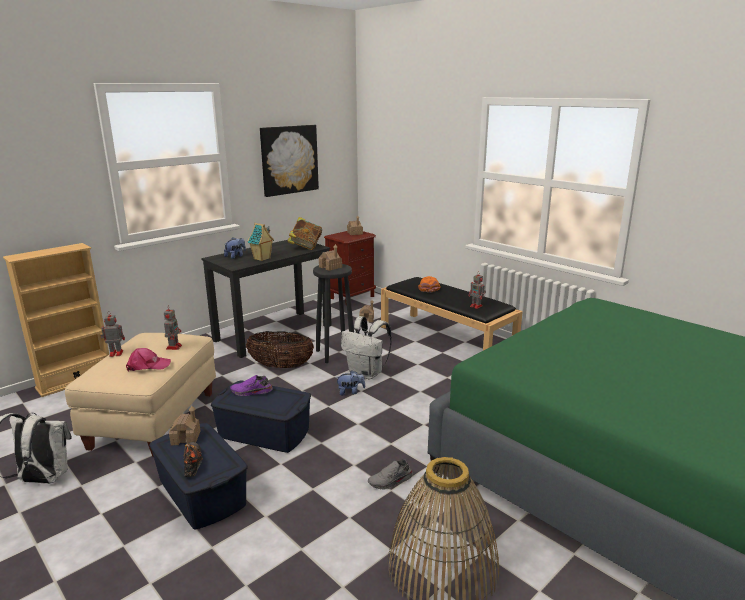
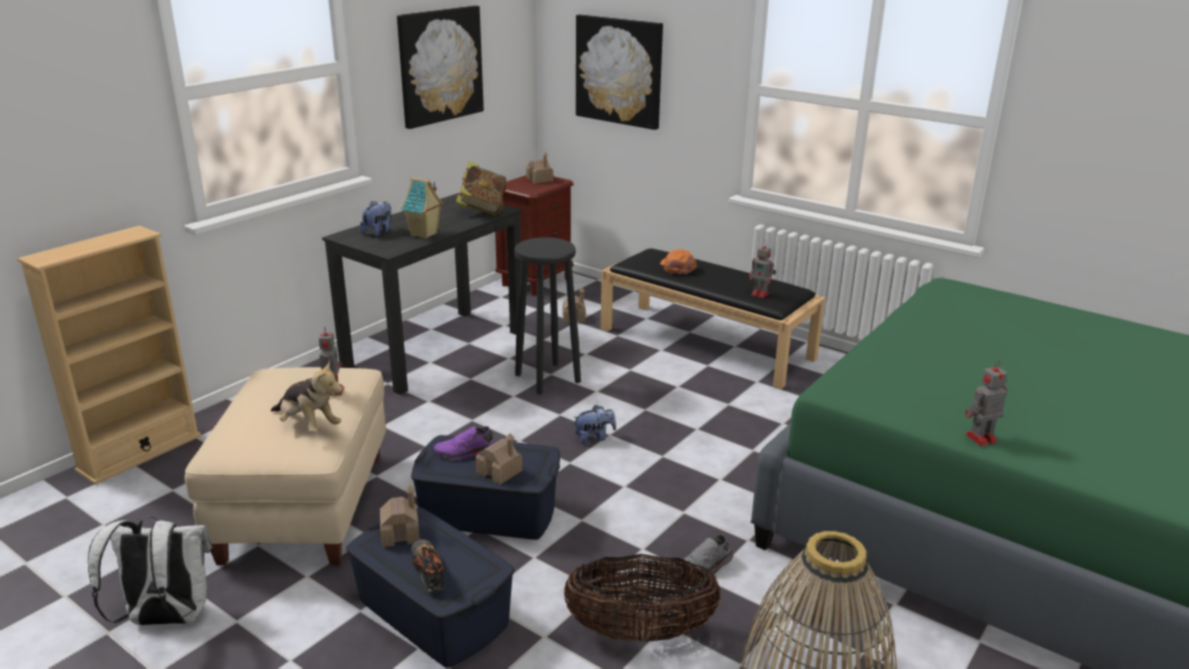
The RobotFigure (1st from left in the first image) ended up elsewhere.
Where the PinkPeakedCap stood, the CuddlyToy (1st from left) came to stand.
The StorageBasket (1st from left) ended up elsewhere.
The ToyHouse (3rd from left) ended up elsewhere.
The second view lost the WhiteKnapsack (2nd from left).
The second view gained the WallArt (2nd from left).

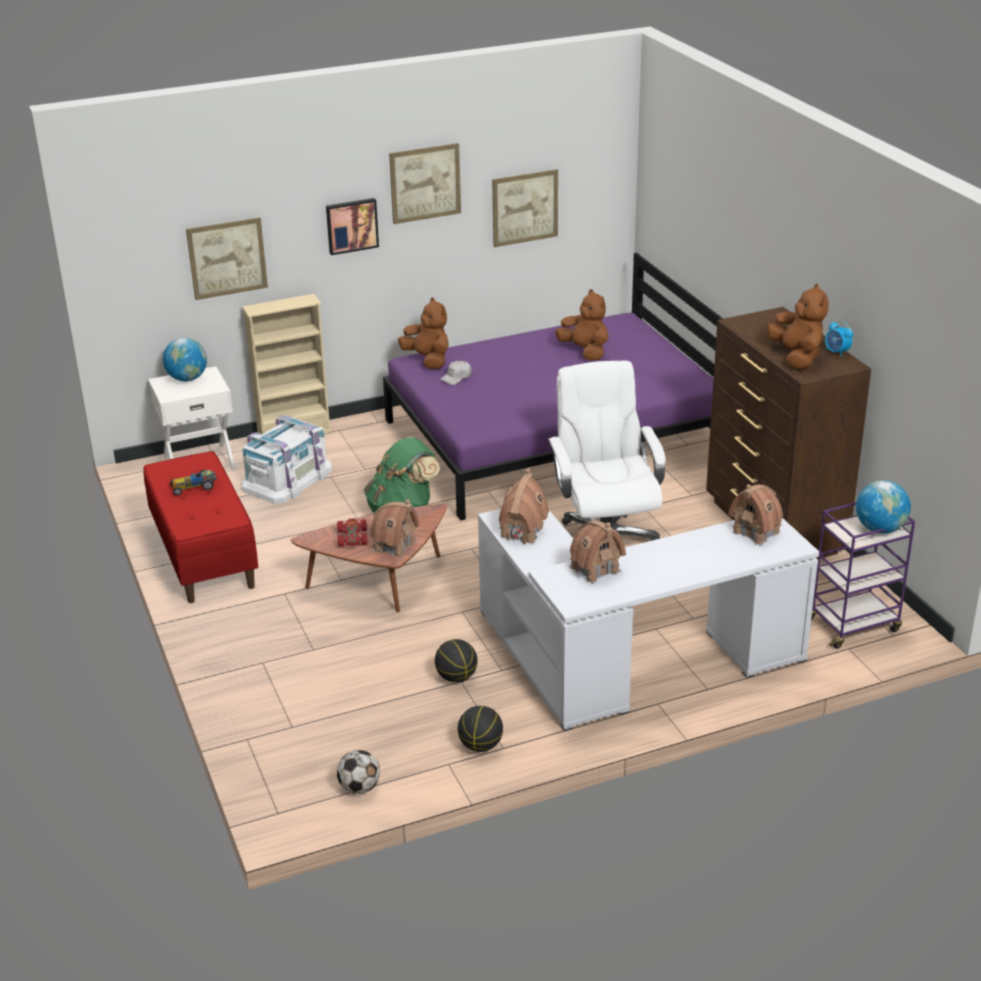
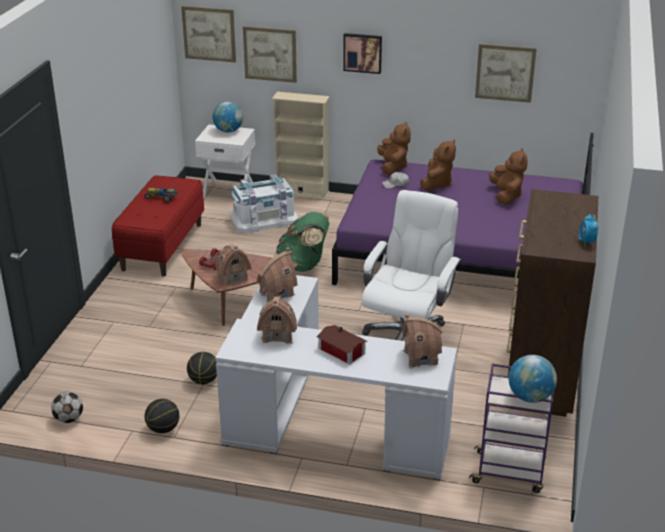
The WallArt (3rd from left in the first image) ended up elsewhere.
The BrownCuddlyToy (3rd from left in the first image) ended up elsewhere.
The second view gained the ToyHouse (4th from left).

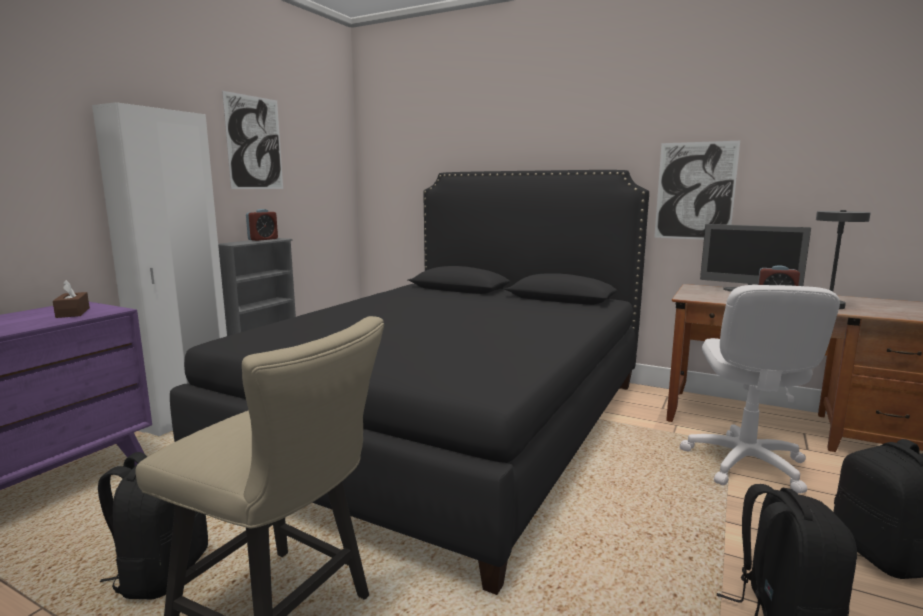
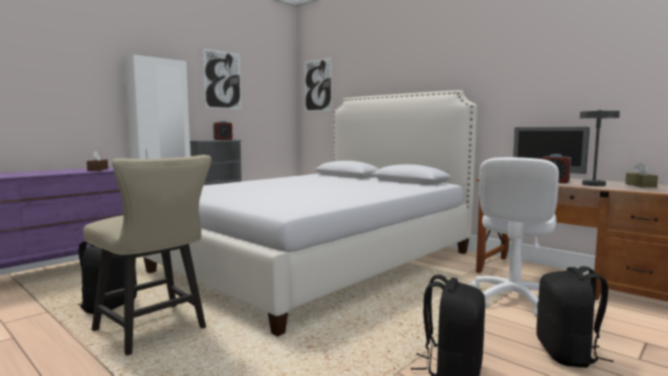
What was the BlackColouredBedroomBed turned into the WhiteBedroomBed.
The WallArt (2nd from left) ended up elsewhere.
The second view gained the BrownBoxOfTissues (2nd from left).

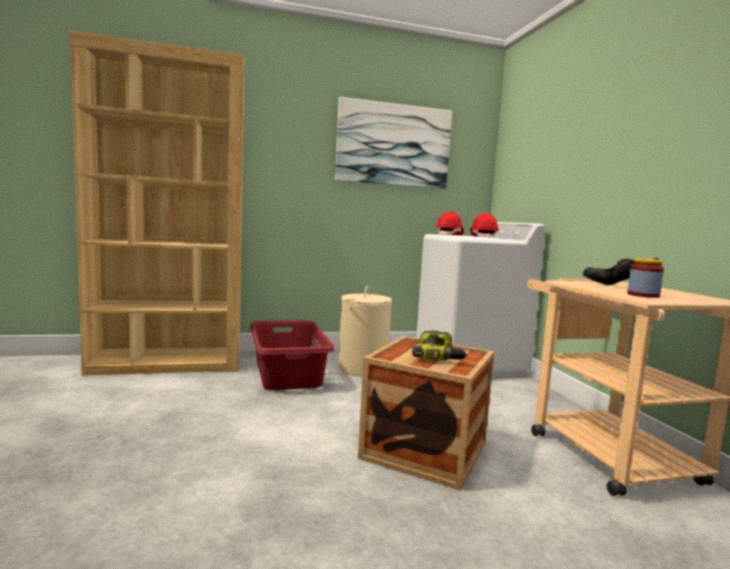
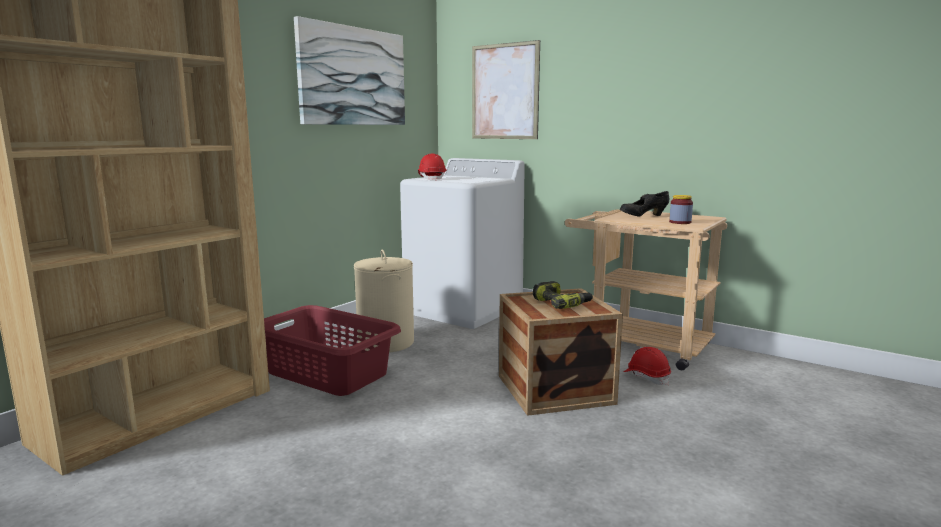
The ReddishWorkHelmet (2nd from left) ended up elsewhere.
The second view gained the WallArt (2nd from left).

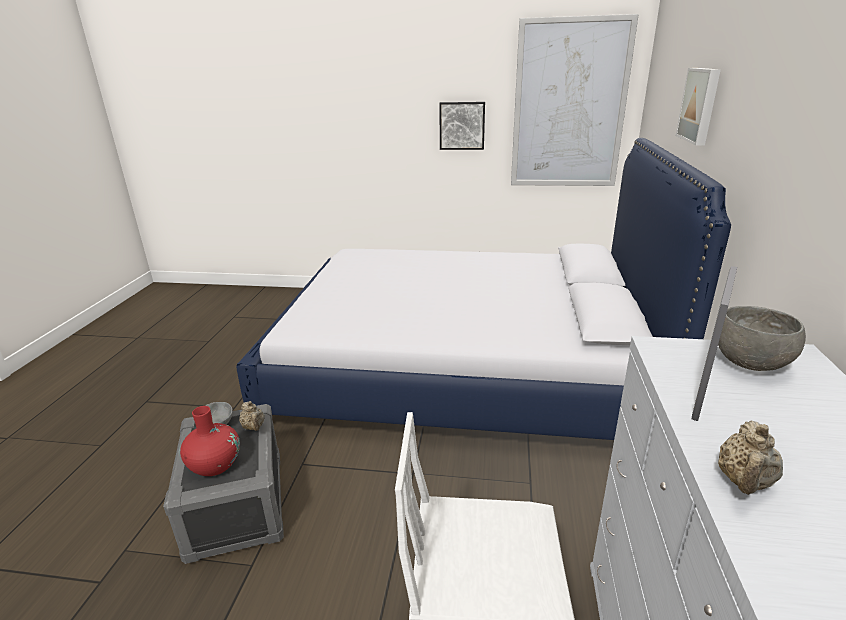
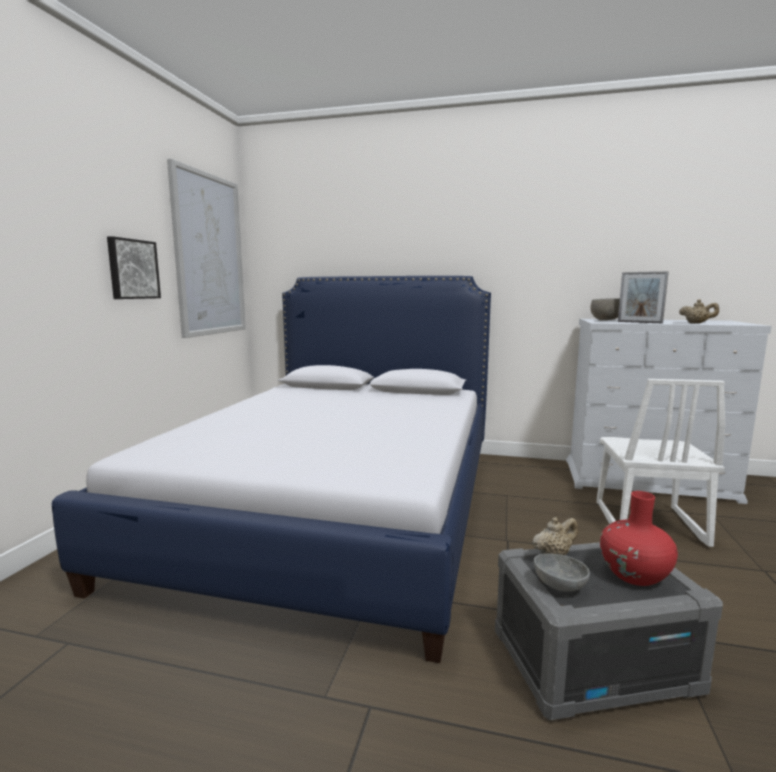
The second view lost the WallArt (3rd from left).

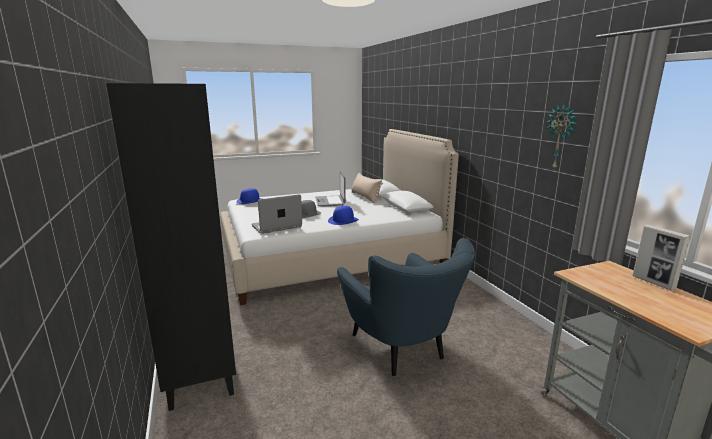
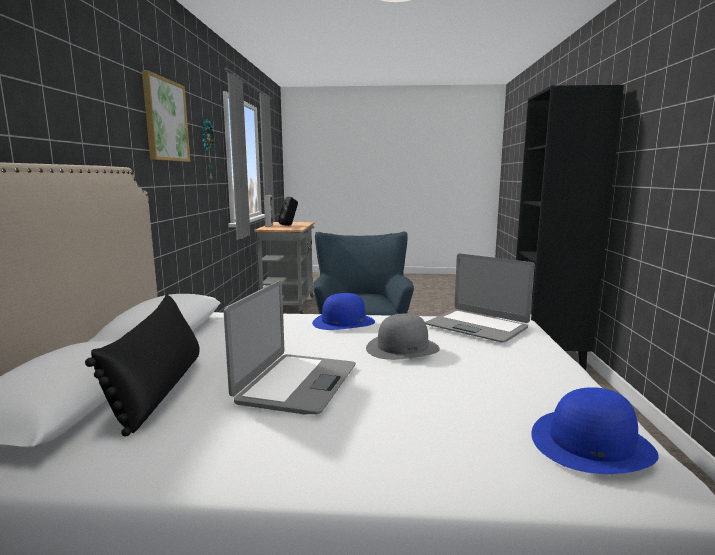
The Laptop (1st from left in the first image) ended up facing another way, 45 degrees clockwise from before.
What was the BeigePillow turned into the BlackColouredPillow.
The second view gained the WallArt.
The second view gained the BlackColouredLoudspeaker.

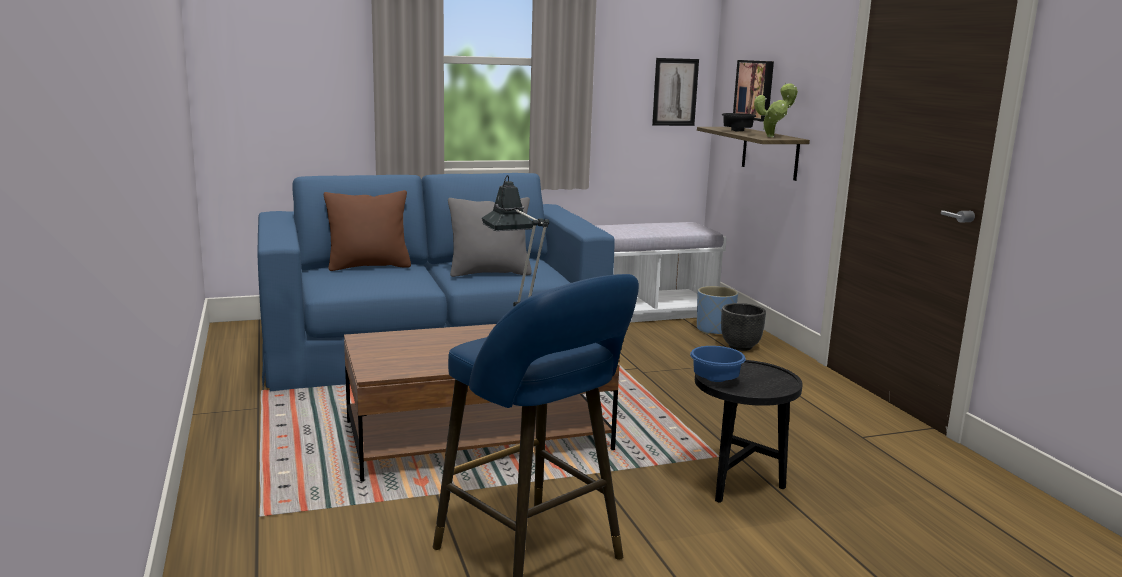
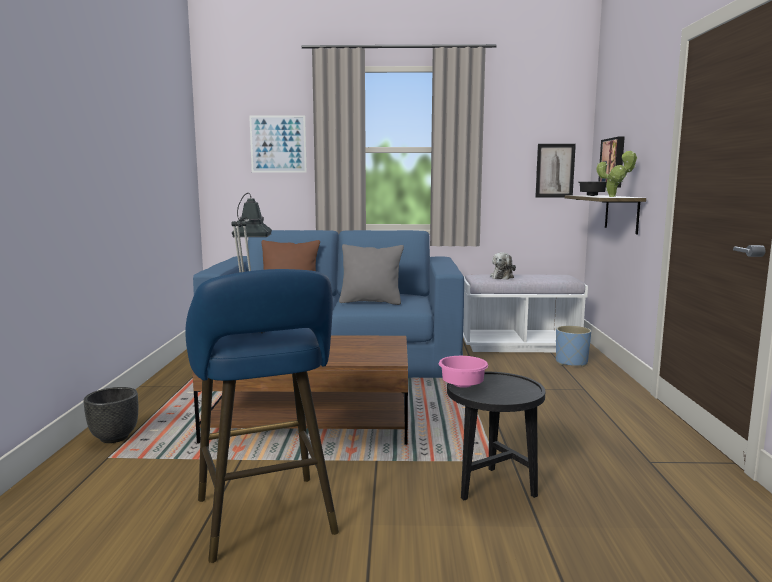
What was the BluishBowl turned into the PinkBowl.
The BlackColouredPlanter ended up elsewhere.
The second view gained the WallArt (1st from left).
The second view gained the CuddlyToy.

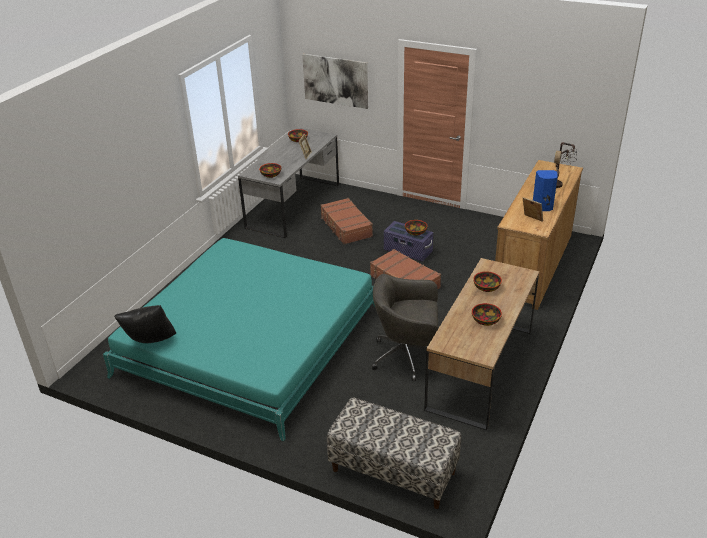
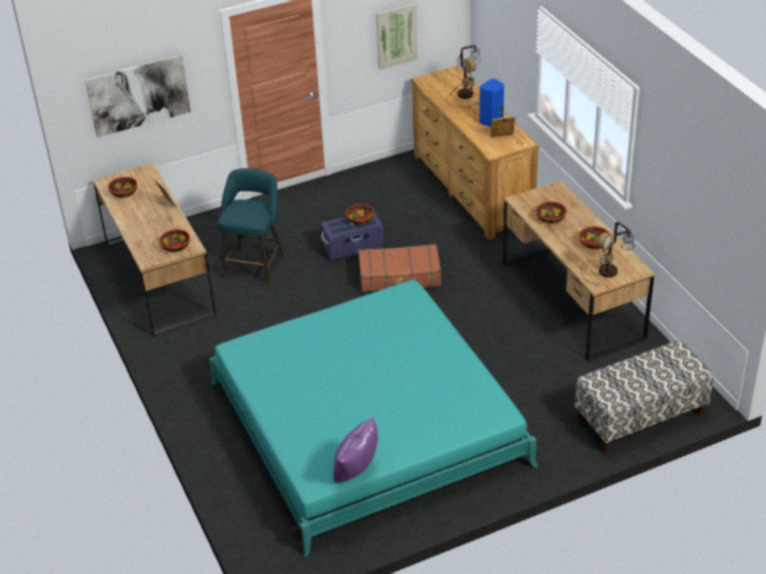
What was the BlackColouredPillow turned into the PurplePillow.
What was the GreyDeskUnit turned into the BrownDeskUnit (1st from left).
Where the BrownTravelCase (1st from left) stood, the TurquoiseColouredSittingStool came to stand.
The second view lost the GreyComputerChair.
The second view gained the WallArt (2nd from left).
The second view gained the TabletopLamp (2nd from left).

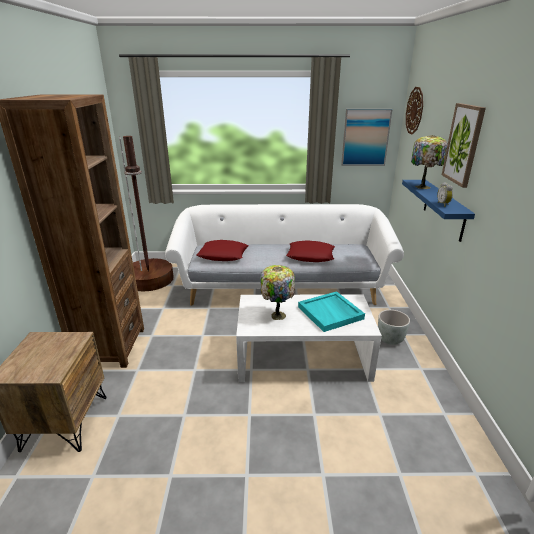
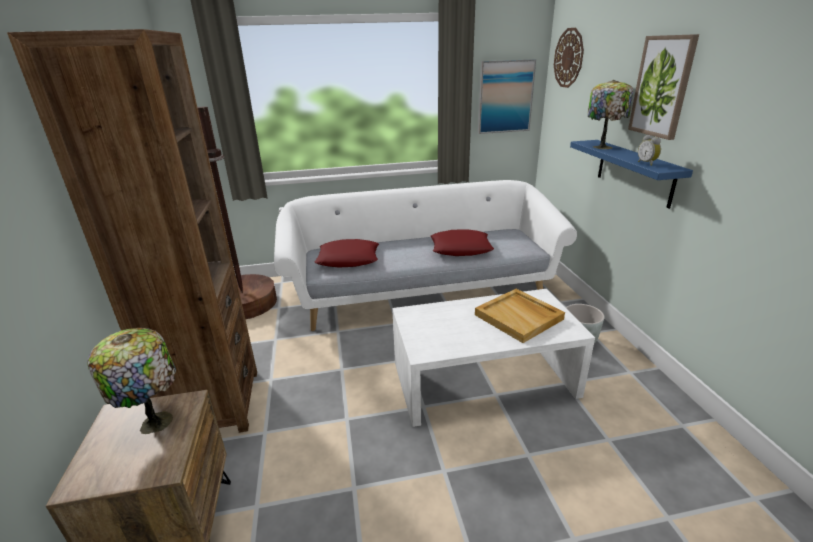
The TabletopLamp (1st from left) ended up elsewhere.
What was the TurquoiseColouredServingTray turned into the BeigeServingTray.

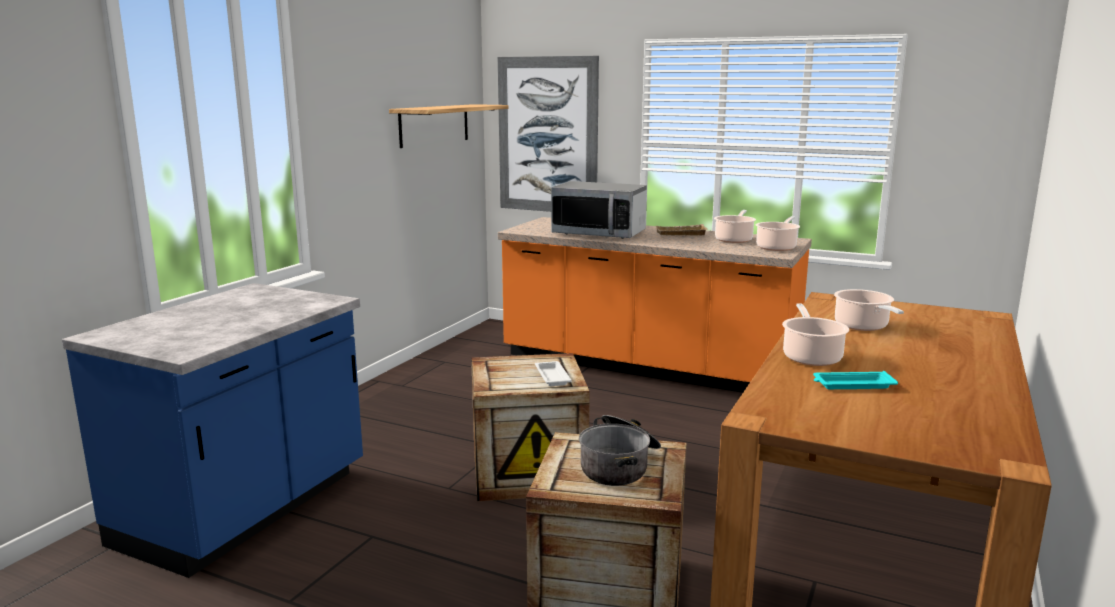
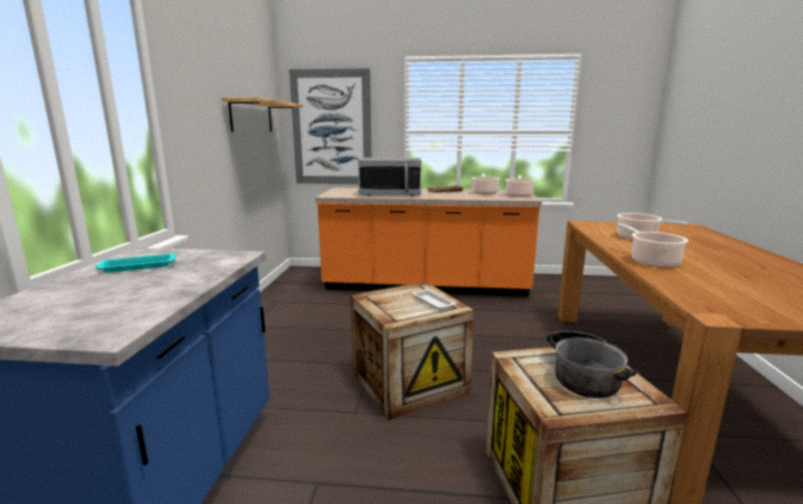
The TurquoiseColouredServingTray ended up elsewhere.

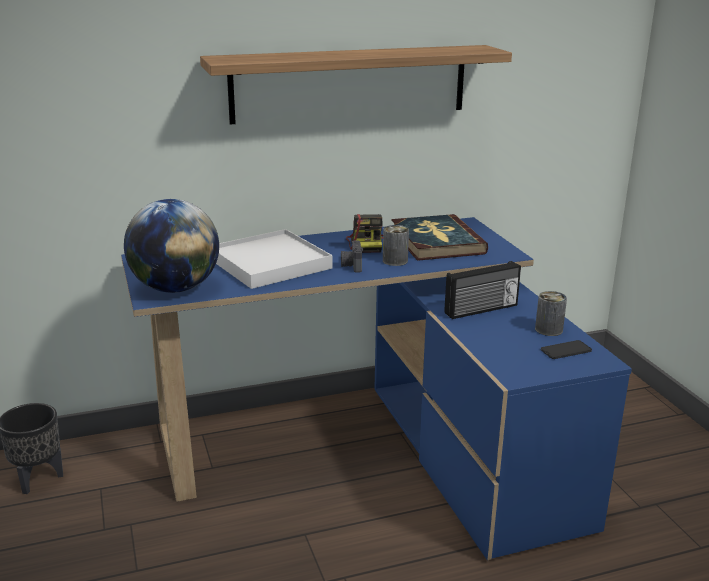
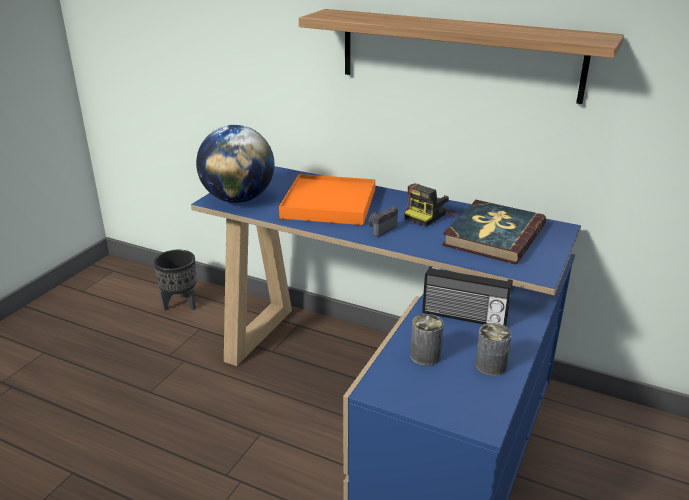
What was the WhiteServingTray turned into the OrangeServingTray.
The Can (1st from left) ended up elsewhere.
The second view lost the Telephone.

